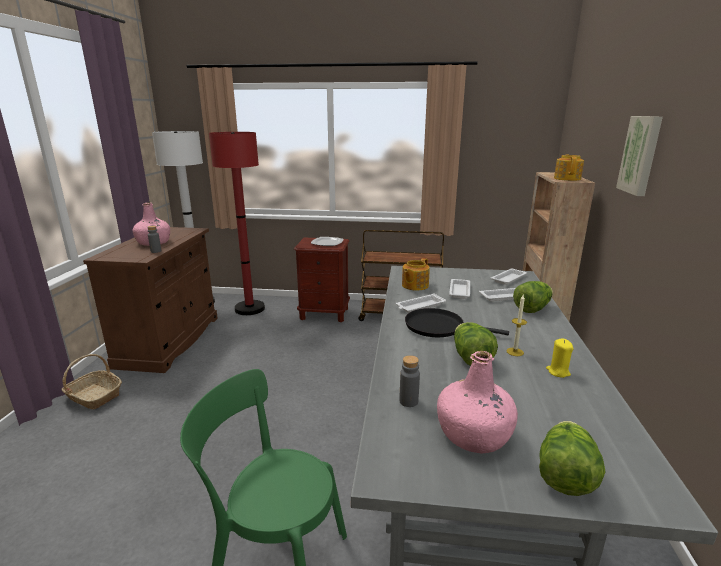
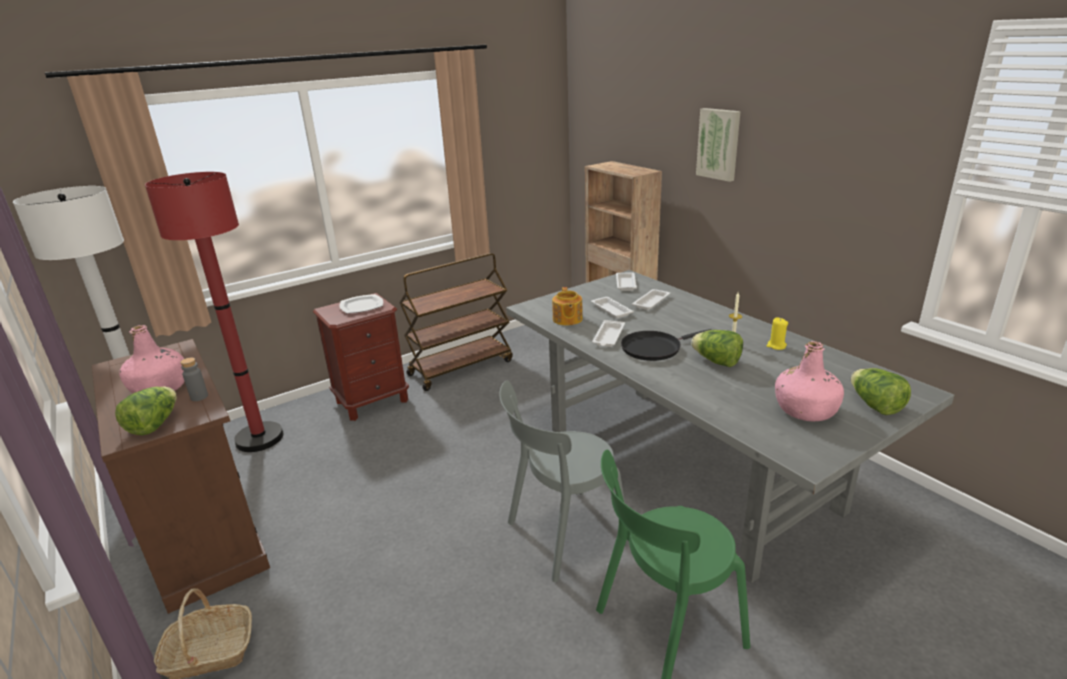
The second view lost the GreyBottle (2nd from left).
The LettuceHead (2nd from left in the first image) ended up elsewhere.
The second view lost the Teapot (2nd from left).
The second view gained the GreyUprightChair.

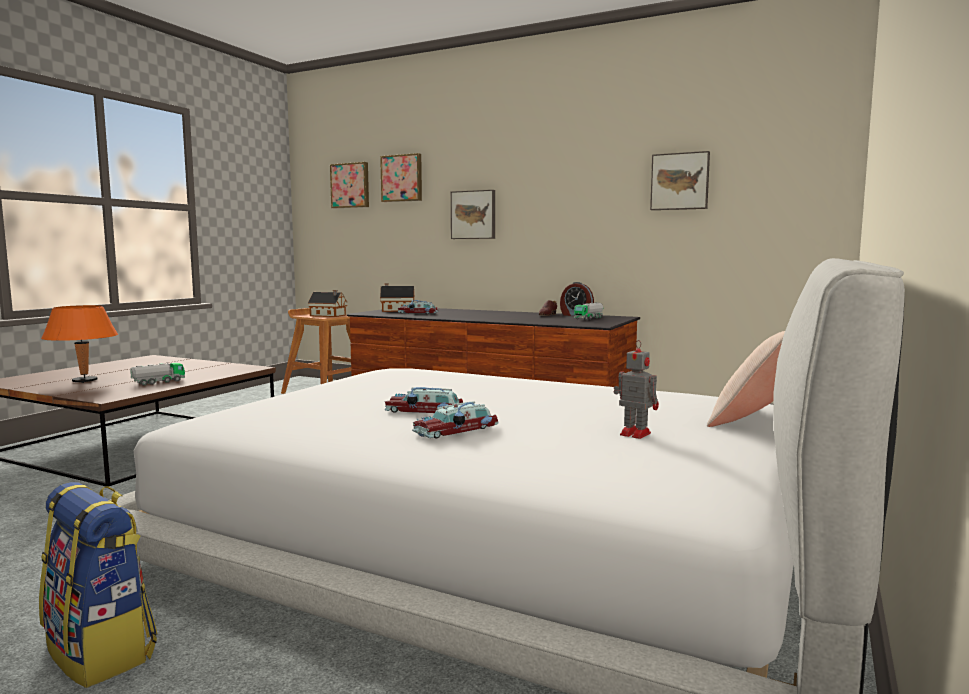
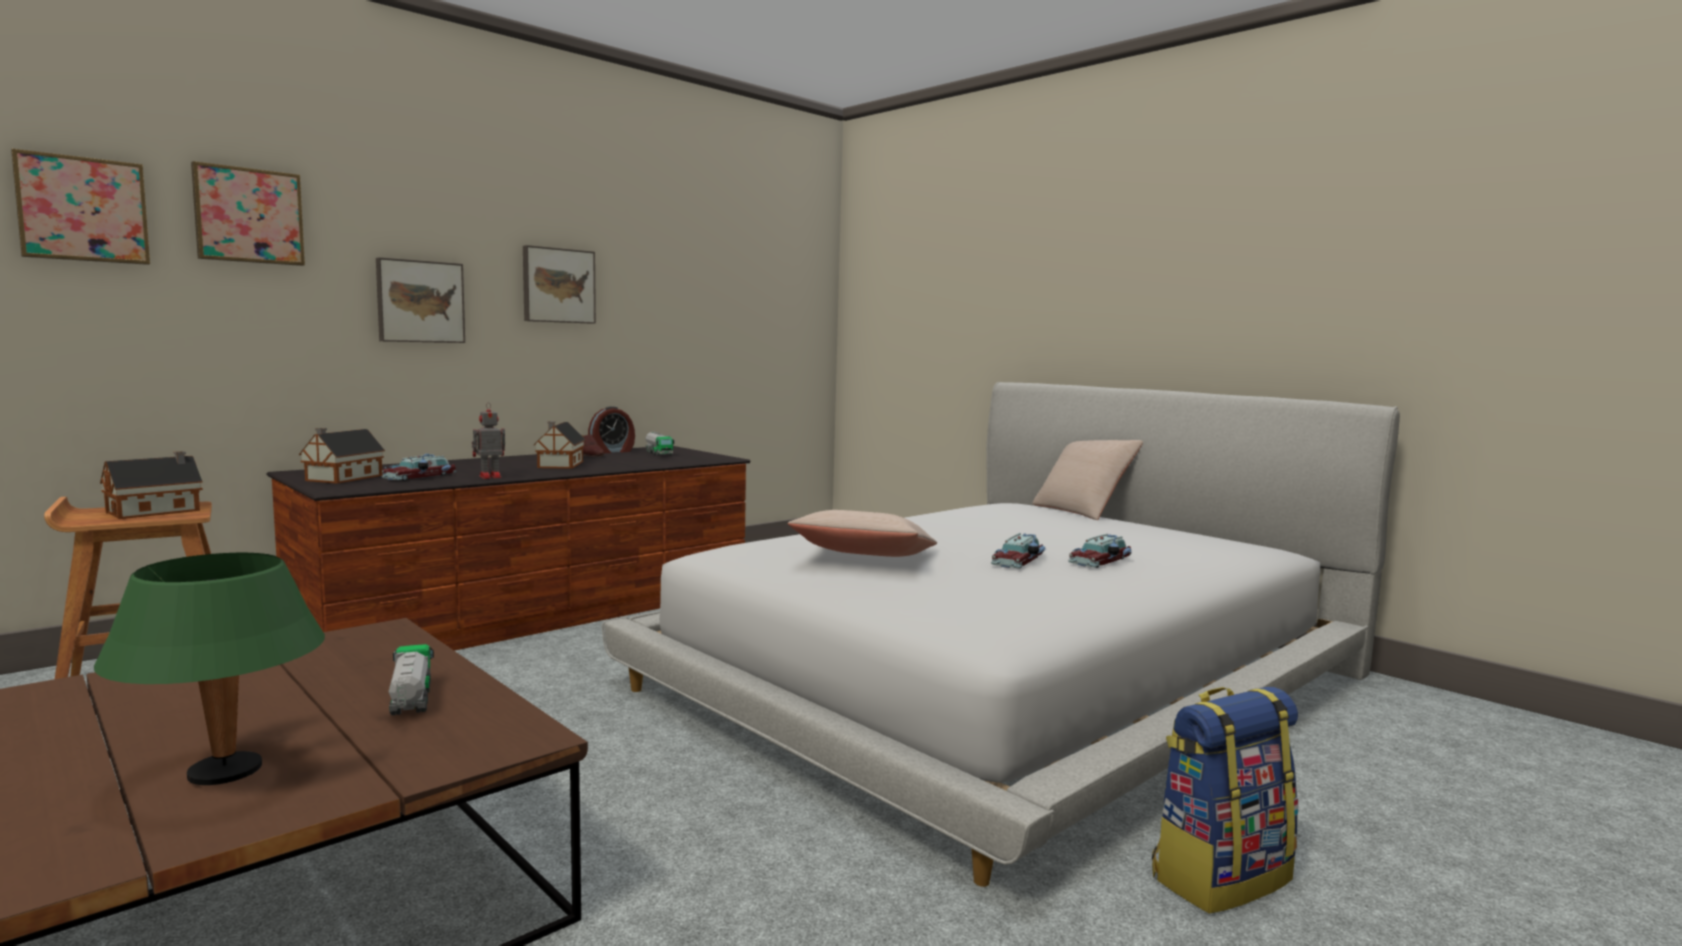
What was the OrangeTabletopLamp turned into the GreenishTabletopLamp.
The ToyCar (3rd from left) ended up facing another way, 60 degrees clockwise from before.
The RobotFigure ended up elsewhere.
The WallArt (4th from left) ended up elsewhere.
The second view gained the ToyHouse (3rd from left).
The second view gained the BeigePillow (1st from left).

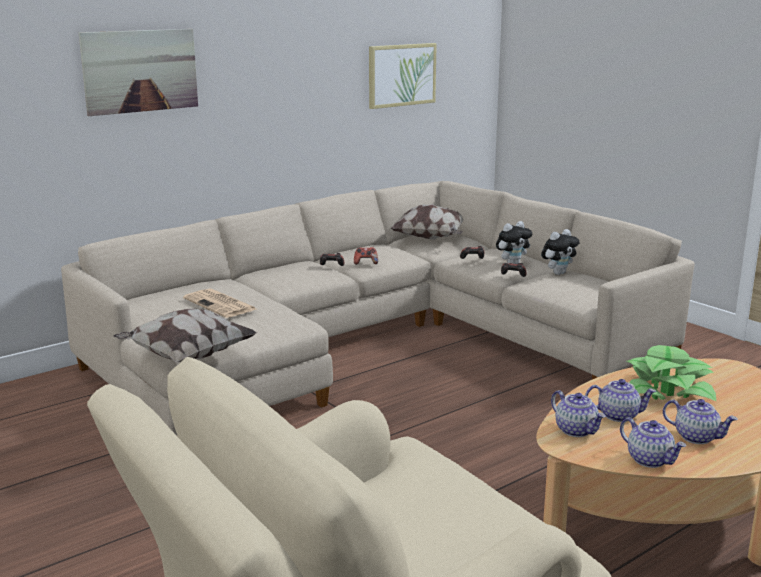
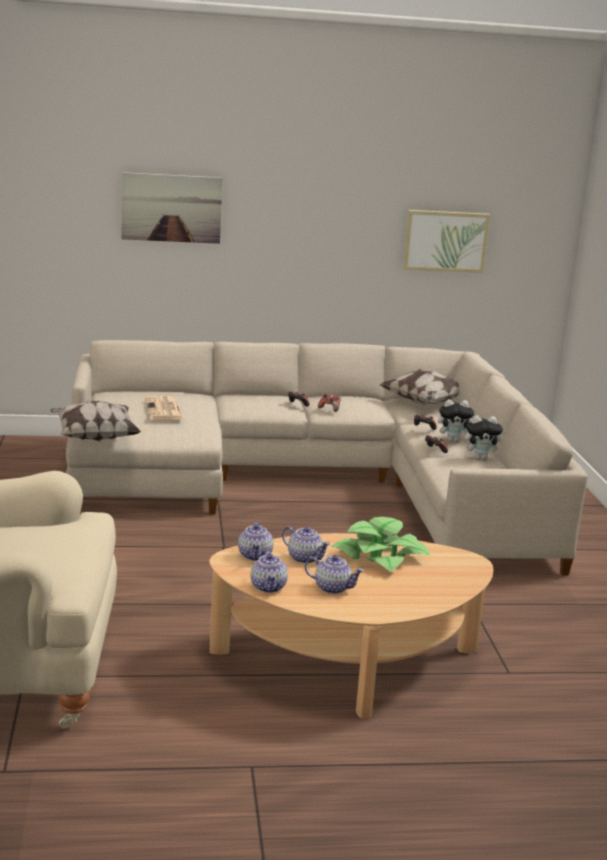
The Teapot (4th from left) ended up facing another way, 45 degrees counterclockwise from before.

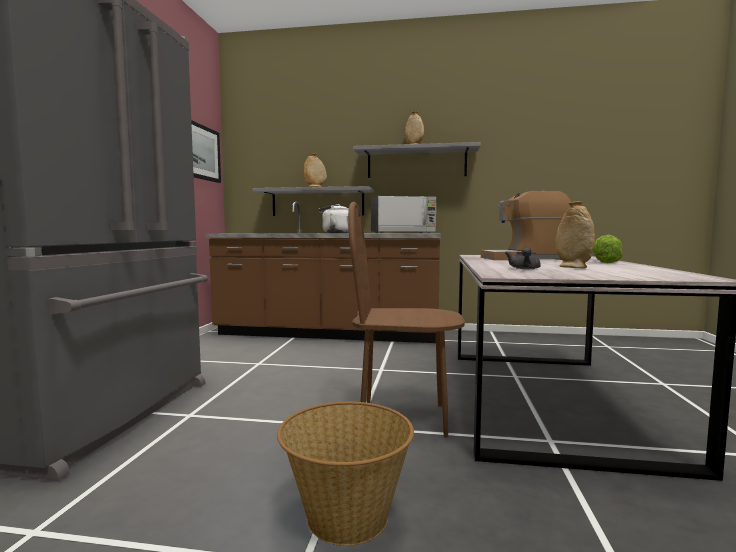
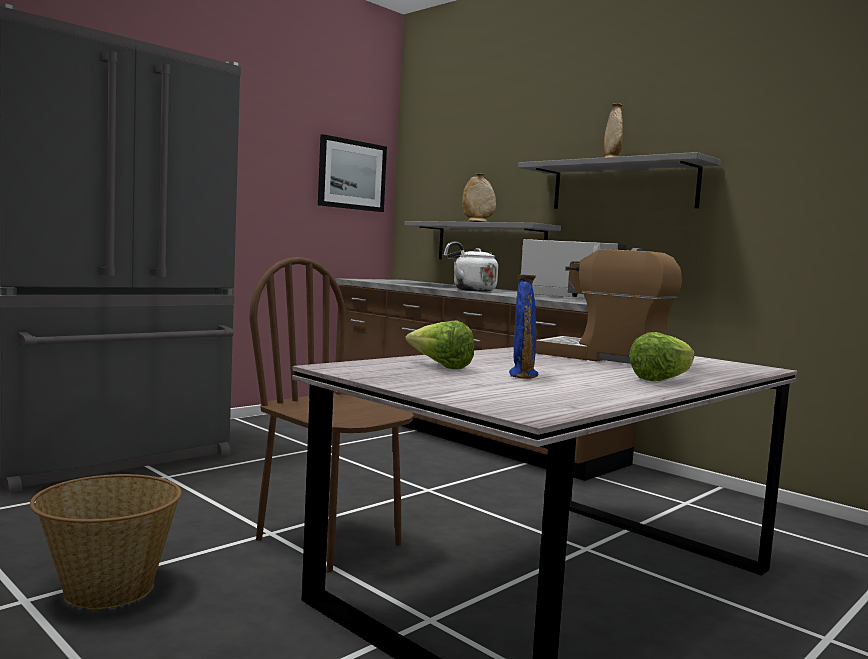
Where the GreyTeapot stood, the LettuceHead (1st from left) came to stand.
What was the BeigeFlowerVase (3rd from left) turned into the BluishFlowerVase.

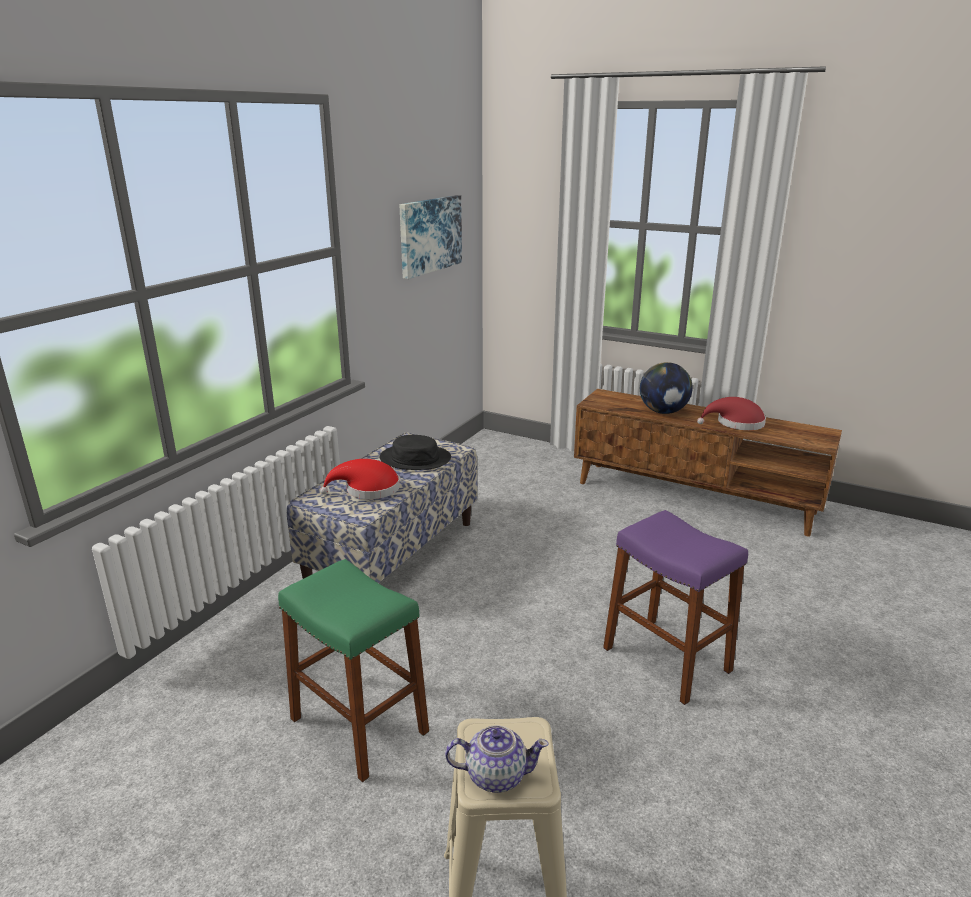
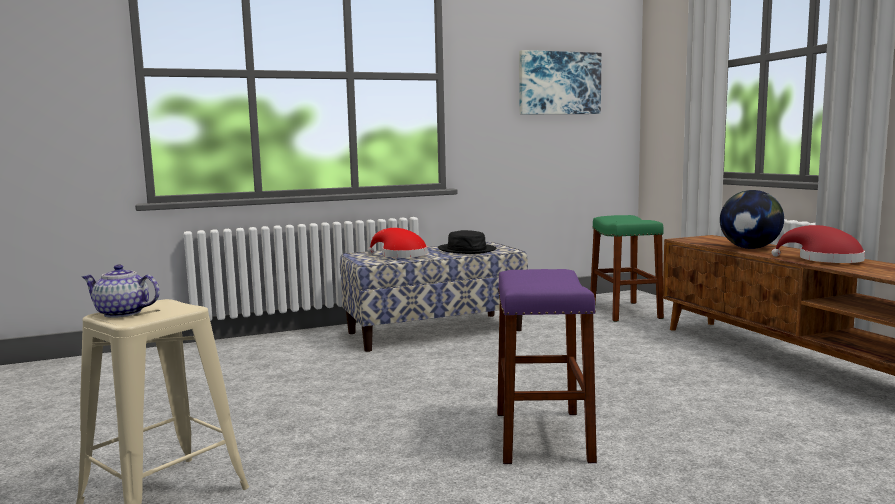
The GreenishSittingStool ended up elsewhere.
The Teapot ended up facing another way, 150 degrees clockwise from before.

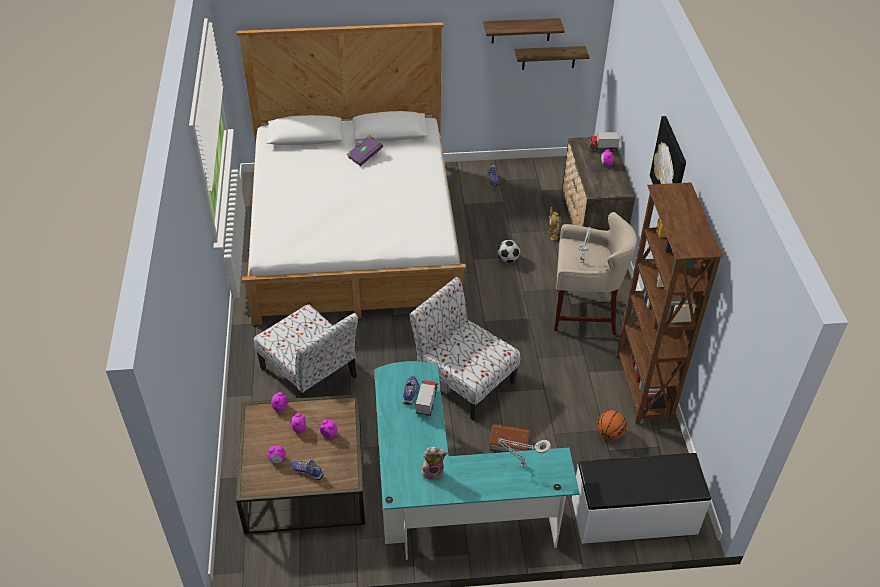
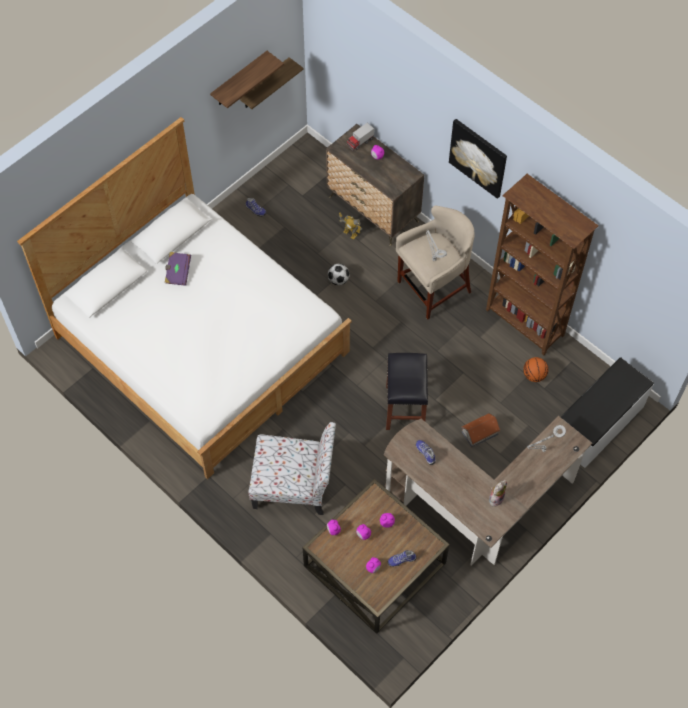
What was the TurquoiseColouredDeskUnit turned into the BrownDeskUnit.
Where the UprightChair (2nd from left) stood, the BlackColouredSittingStool came to stand.
The second view lost the ToyLorry (1st from left).

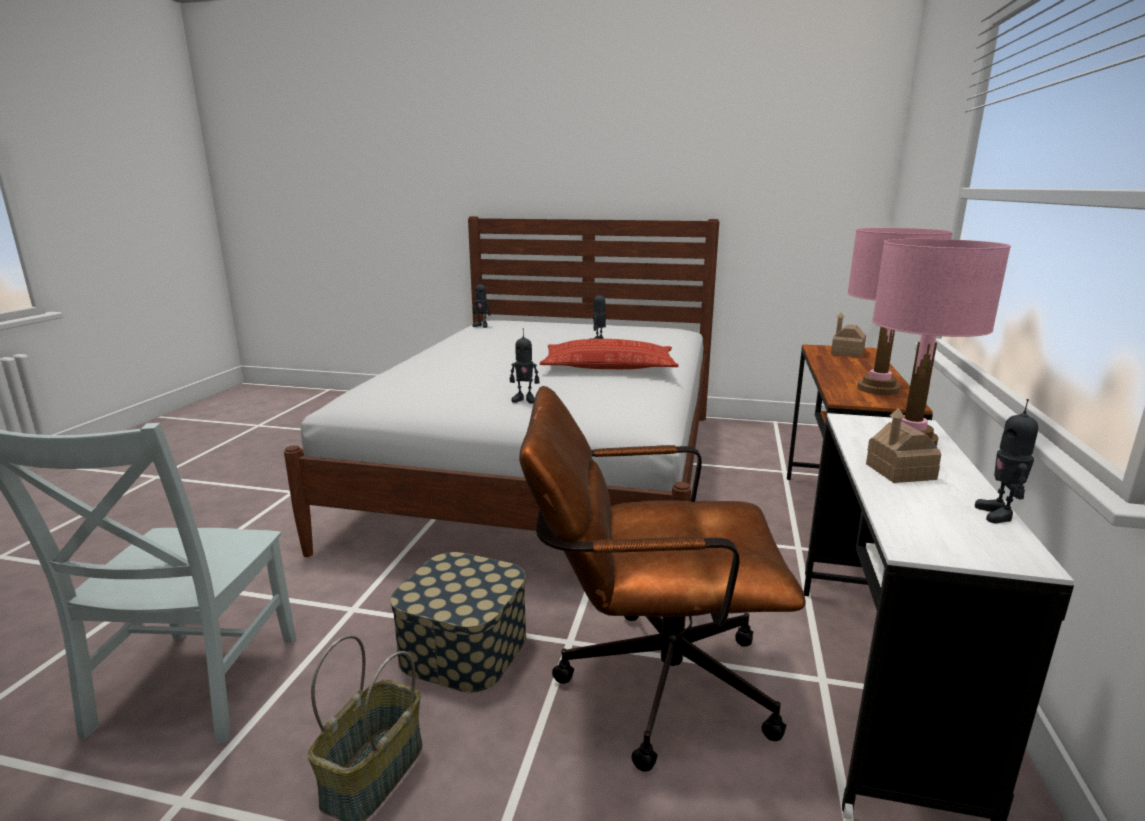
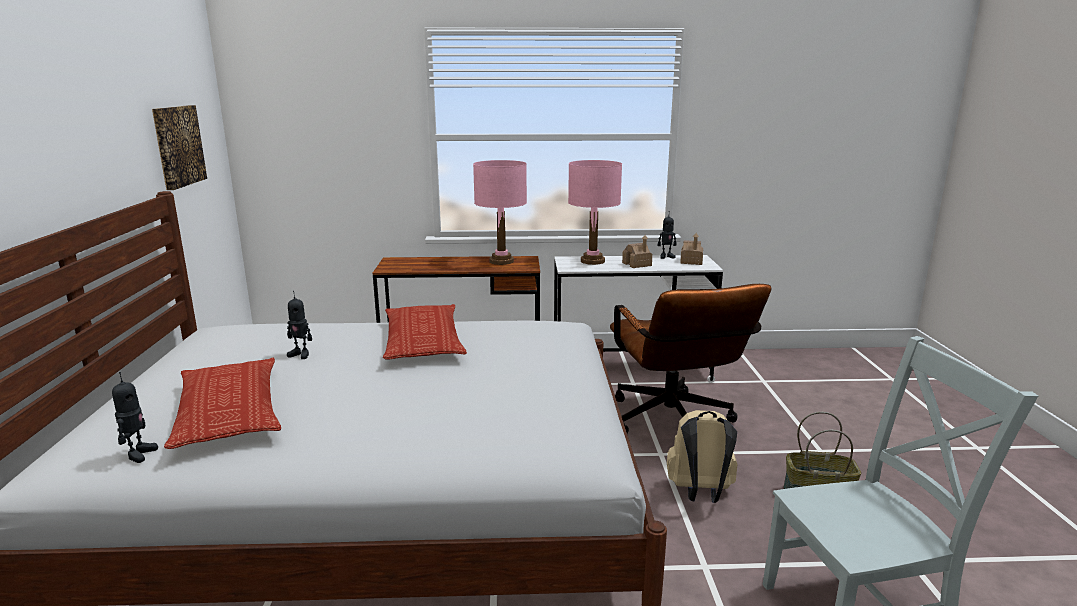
Where the StorageContainer stood, the BeigeKnapsack came to stand.
The second view lost the RobotFigure (2nd from left).
The ToyHouse (1st from left in the first image) ended up elsewhere.
The second view gained the WallArt.
The second view gained the Pillow (1st from left).

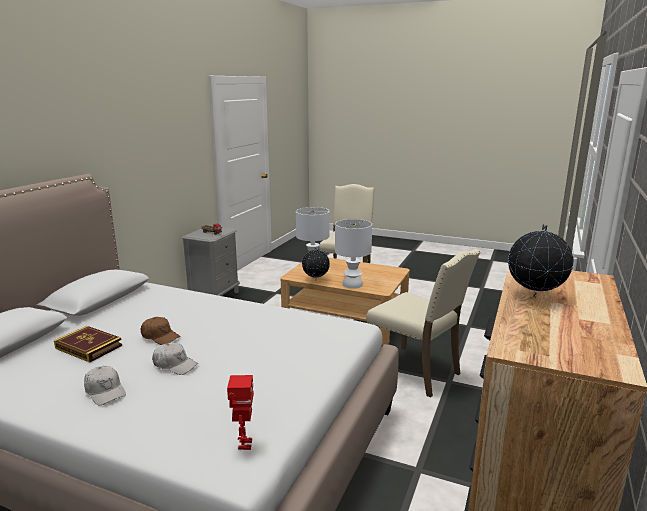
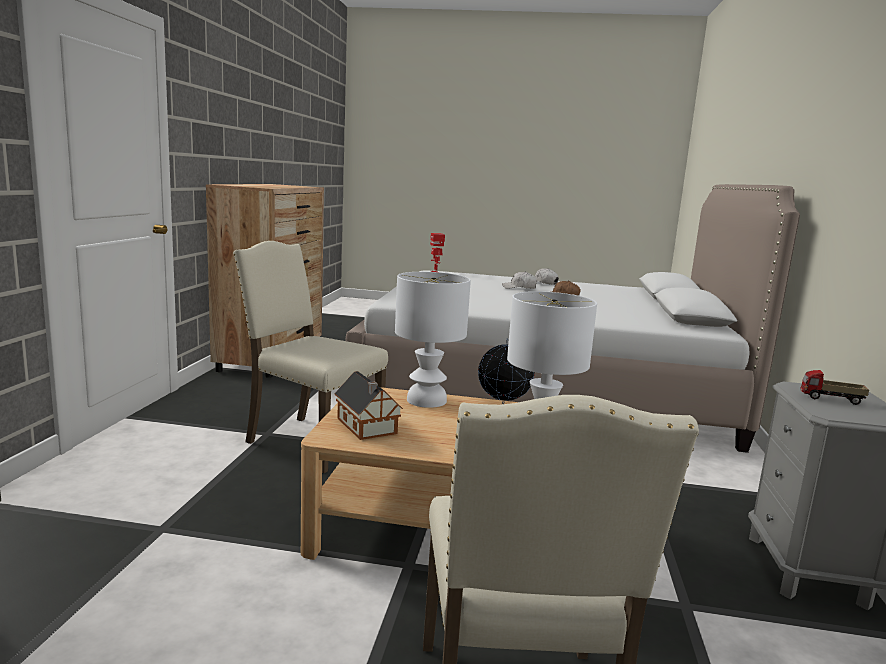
The second view lost the BoundBook.
The second view lost the WorldGlobe (2nd from left).
The second view gained the ToyHouse.

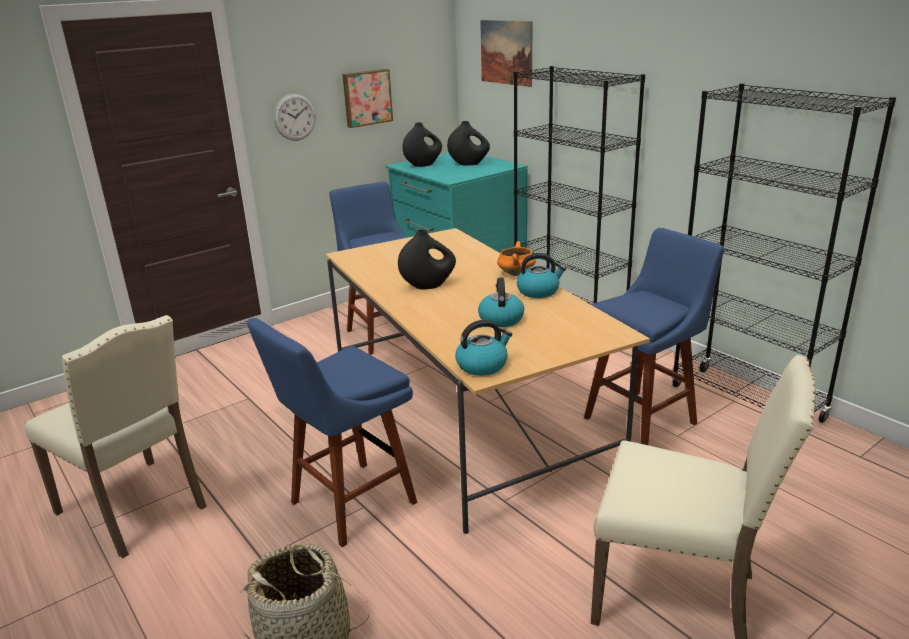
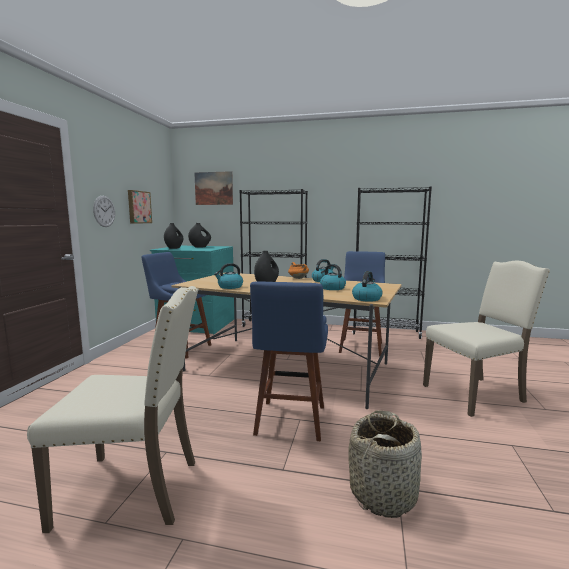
The second view gained the Kettle (1st from left).

